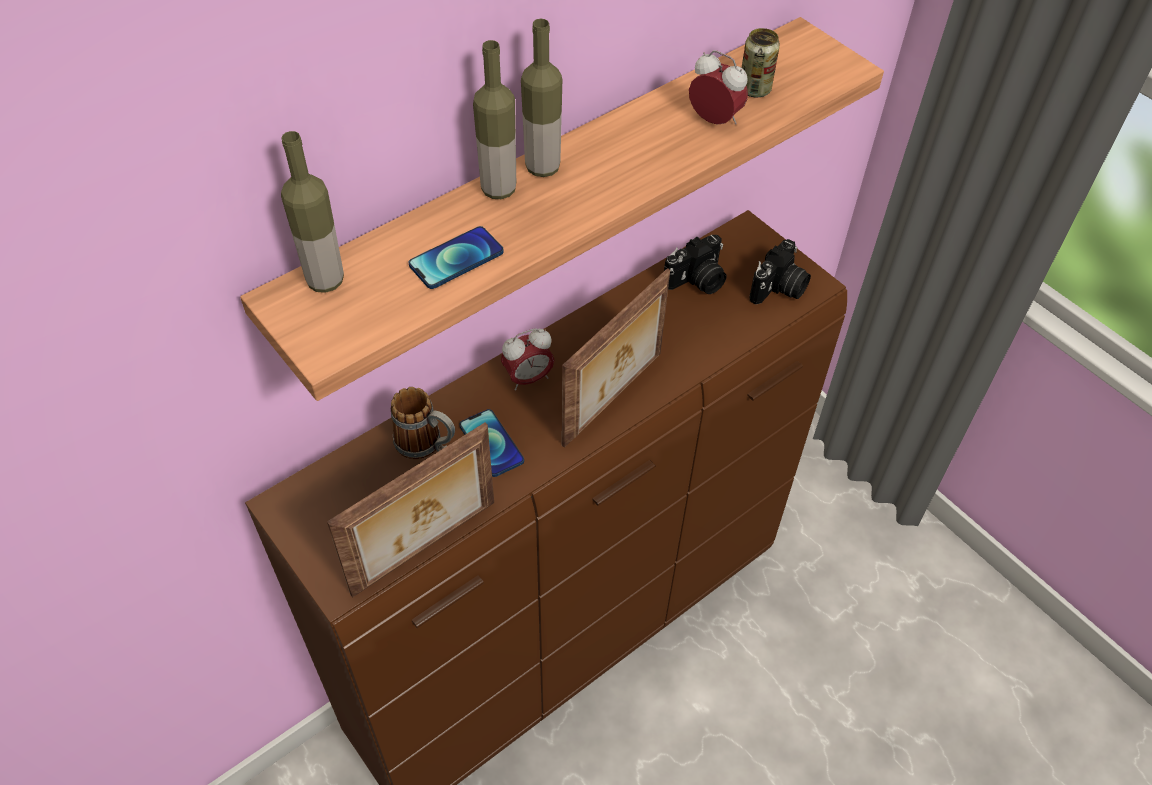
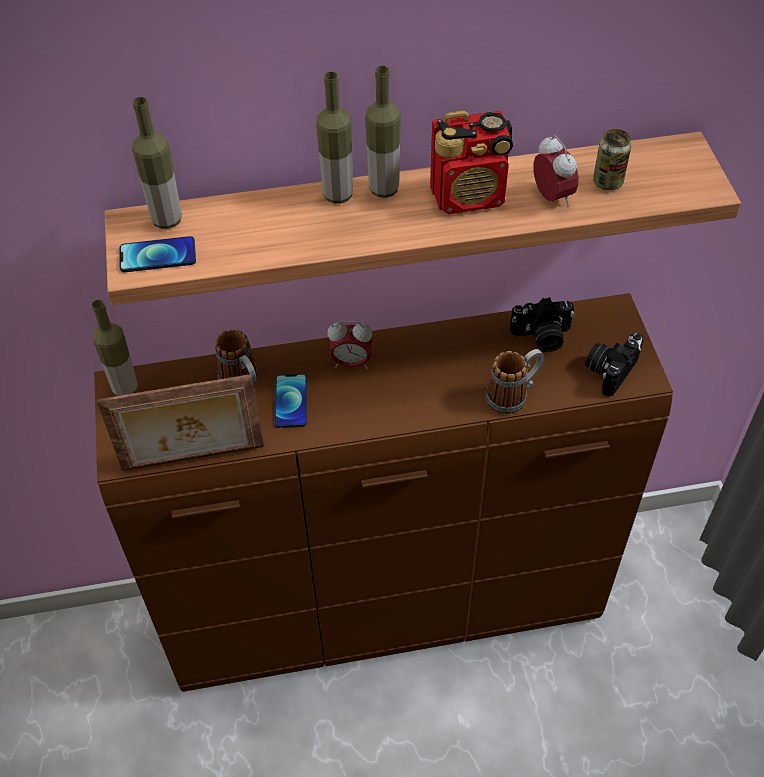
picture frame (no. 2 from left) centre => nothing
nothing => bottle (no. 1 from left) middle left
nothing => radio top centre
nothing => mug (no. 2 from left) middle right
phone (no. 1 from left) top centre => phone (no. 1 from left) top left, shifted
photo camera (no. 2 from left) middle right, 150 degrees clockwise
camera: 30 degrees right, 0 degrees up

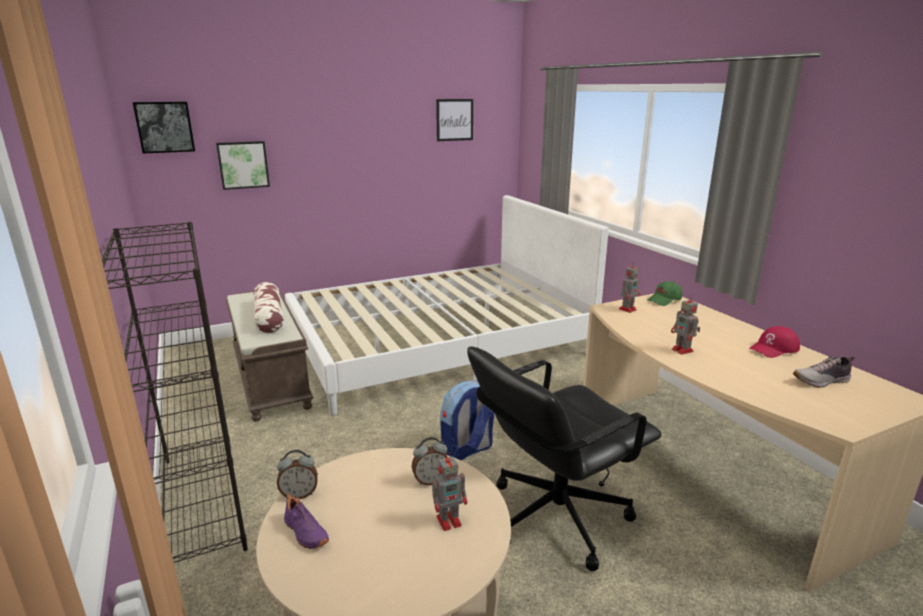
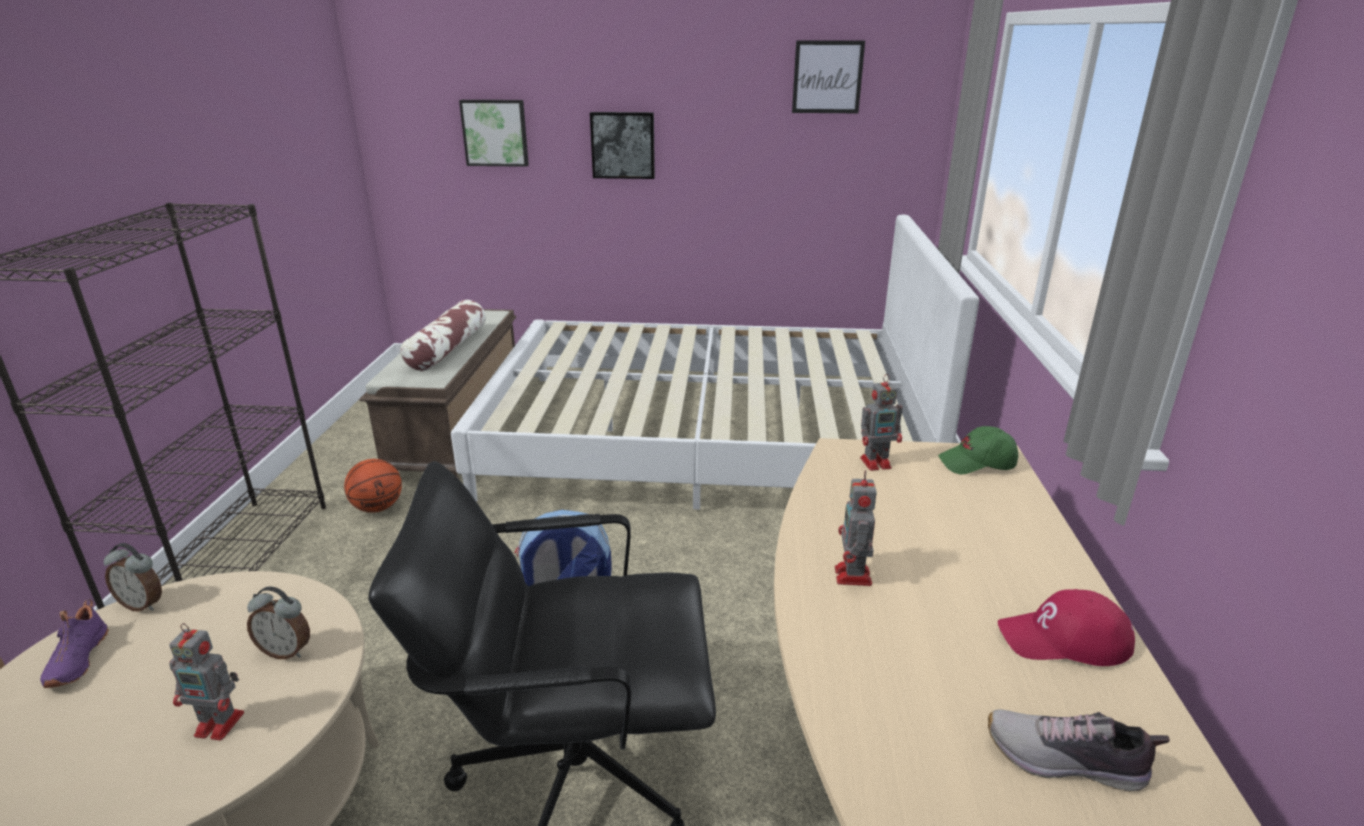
nothing => basketball middle left
picture (no. 1 from left in the first image) top left => picture (no. 2 from left) top centre, shifted
camera: 30 degrees right, 5 degrees up

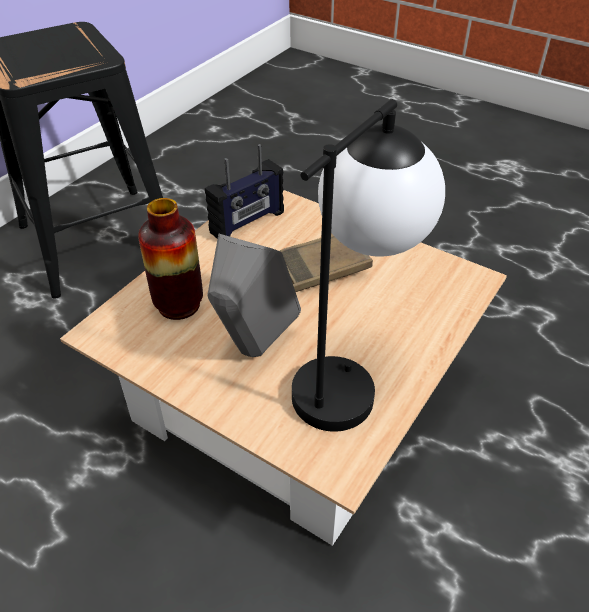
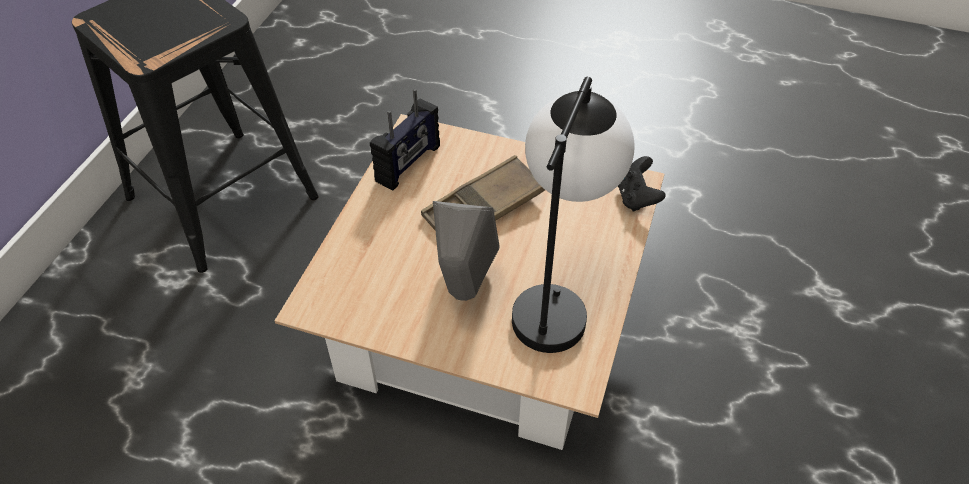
vase middle left => nothing
nothing => black game controller centre
camera: 15 degrees left, 5 degrees up

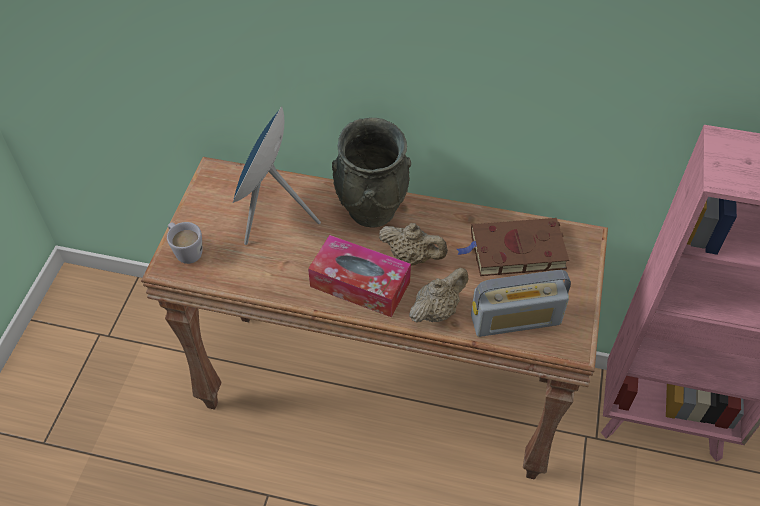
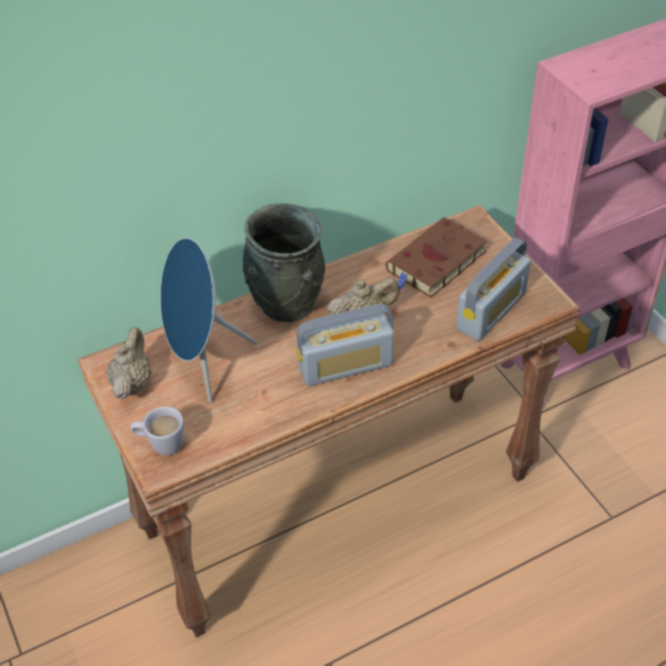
beige teapot (no. 2 from left in the first image) centre => beige teapot (no. 1 from left) middle left, shifted
tissue box centre => radio (no. 1 from left) centre
camera: 40 degrees left, 5 degrees down

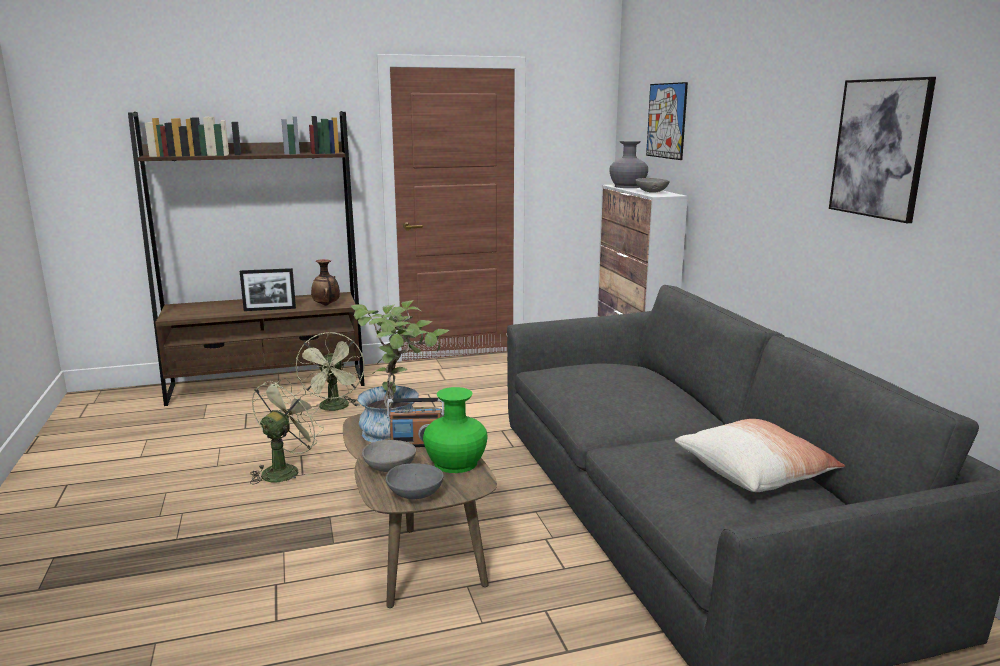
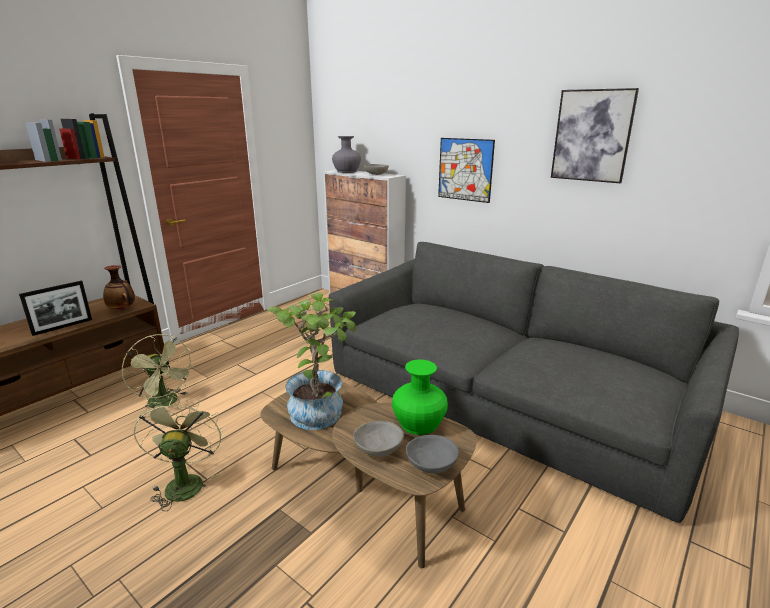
radio centre => nothing
pillow bottom right => nothing
picture (no. 1 from left) top right => picture (no. 1 from left) top centre, shifted
camera: 35 degrees left, 5 degrees up

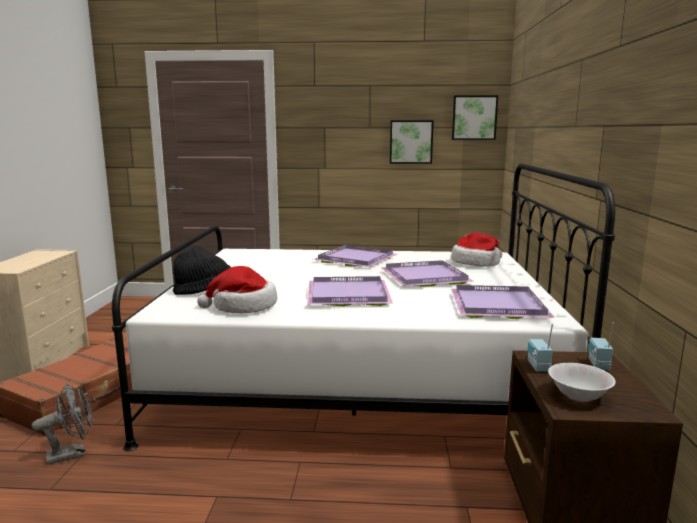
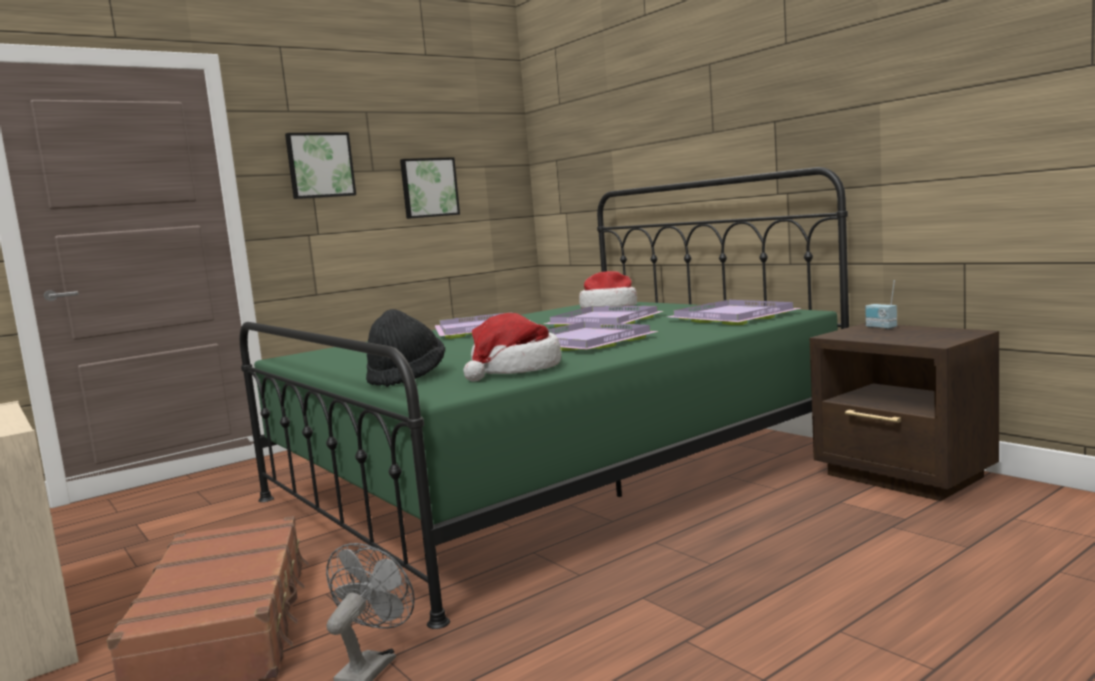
radio (no. 1 from left) middle right => nothing
white bowl bottom right => nothing
picture (no. 2 from left in the first image) top right => picture (no. 1 from left) top left, shifted
white bed centre => green bed centre
camera: 40 degrees left, 5 degrees down

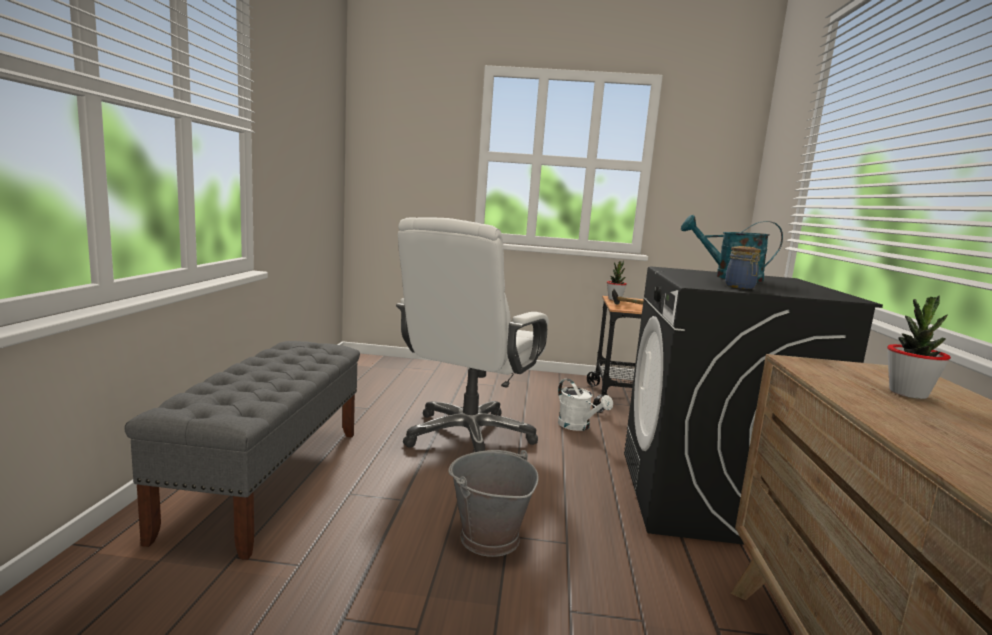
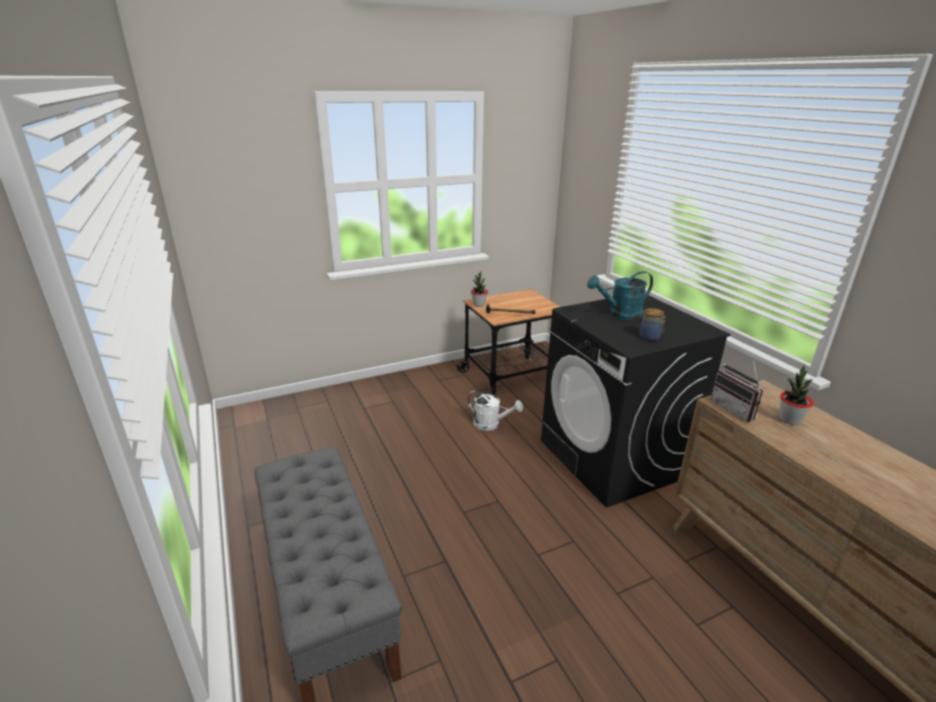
white office chair centre => nothing
grey bucket bottom centre => nothing
nothing => radio middle right
camera: 30 degrees left, 15 degrees up

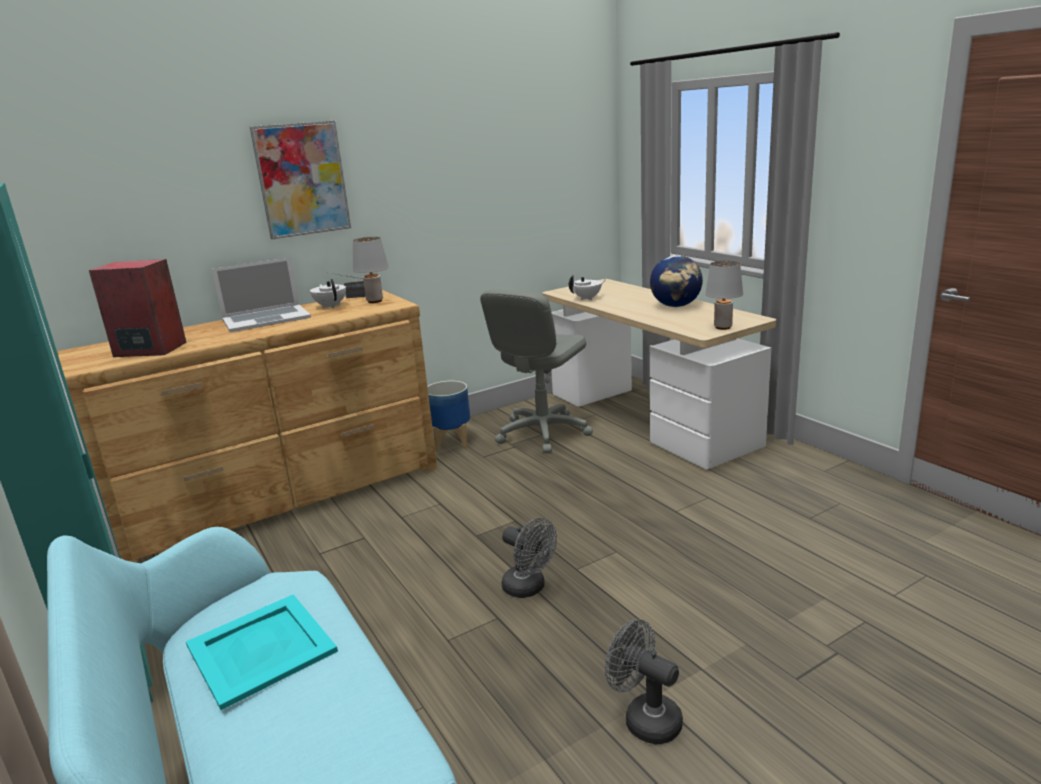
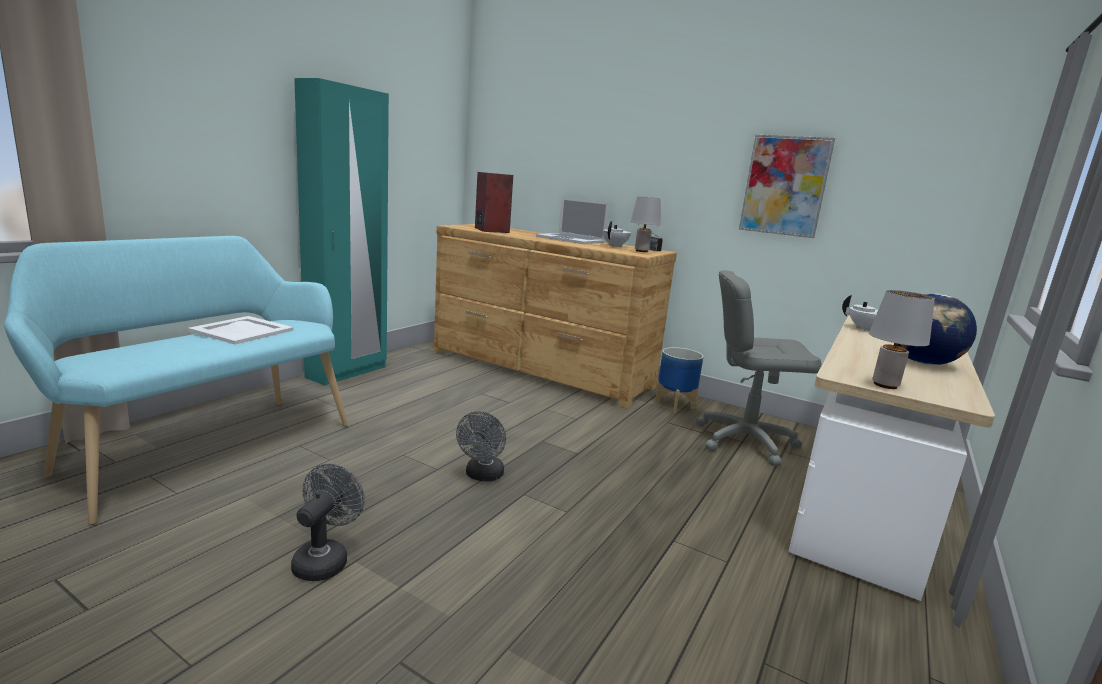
picture top left => picture top right, shifted
turquoise tray bottom left => white tray middle left
camera: 60 degrees right, 5 degrees down

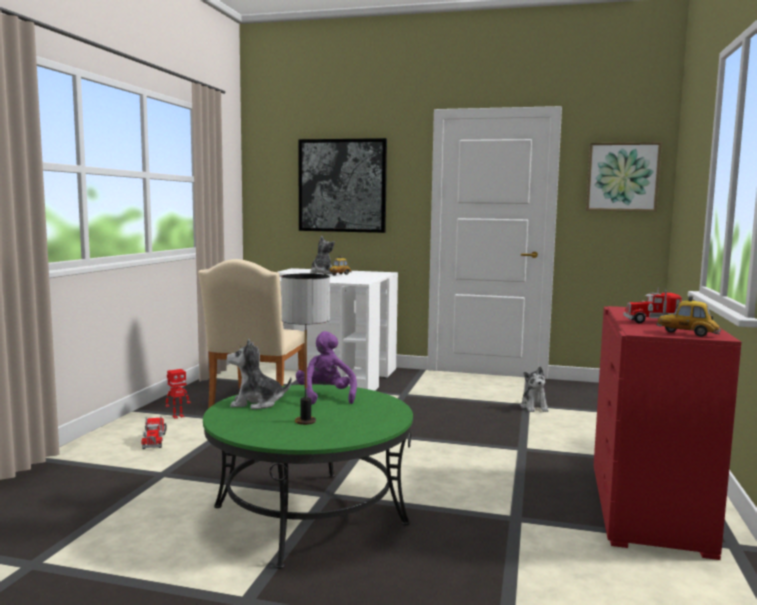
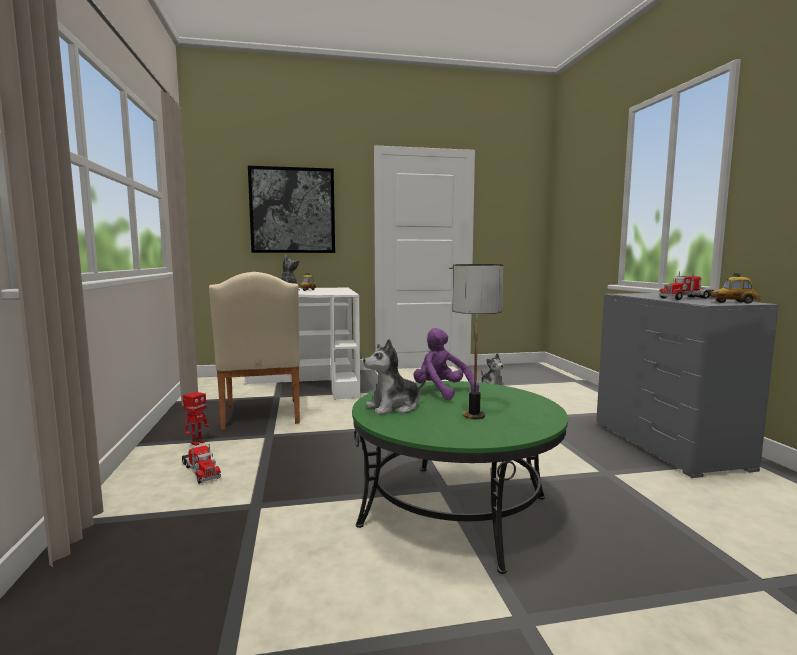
picture (no. 2 from left) top right => nothing
red dresser bottom right => grey dresser middle right
camera: 25 degrees left, 0 degrees up

